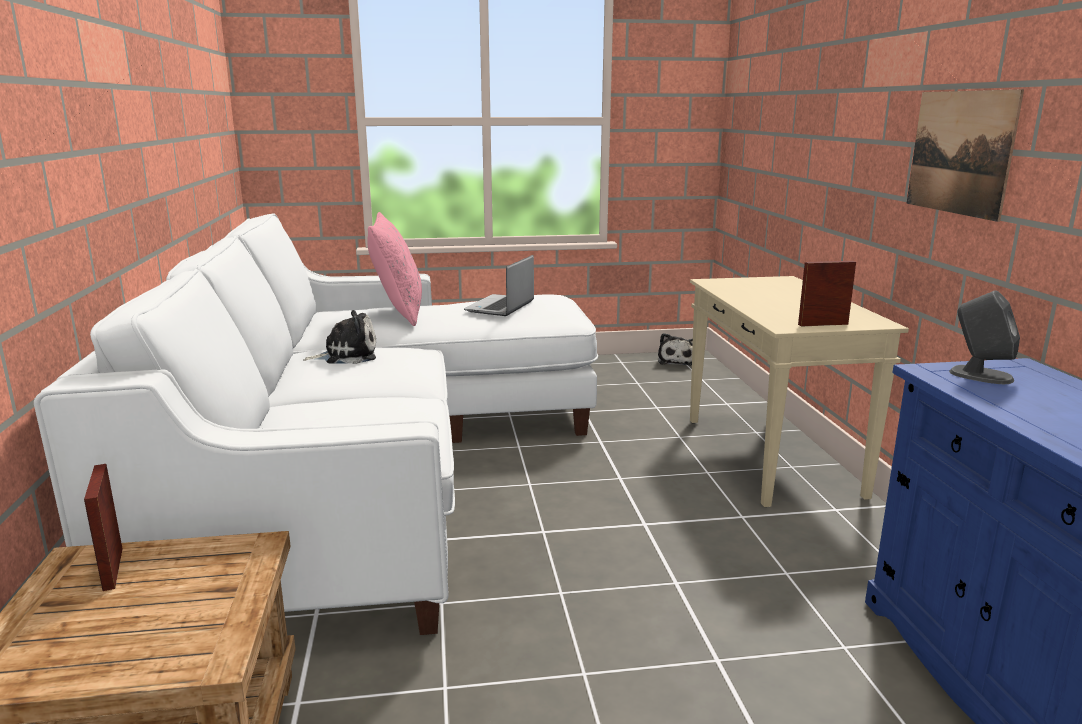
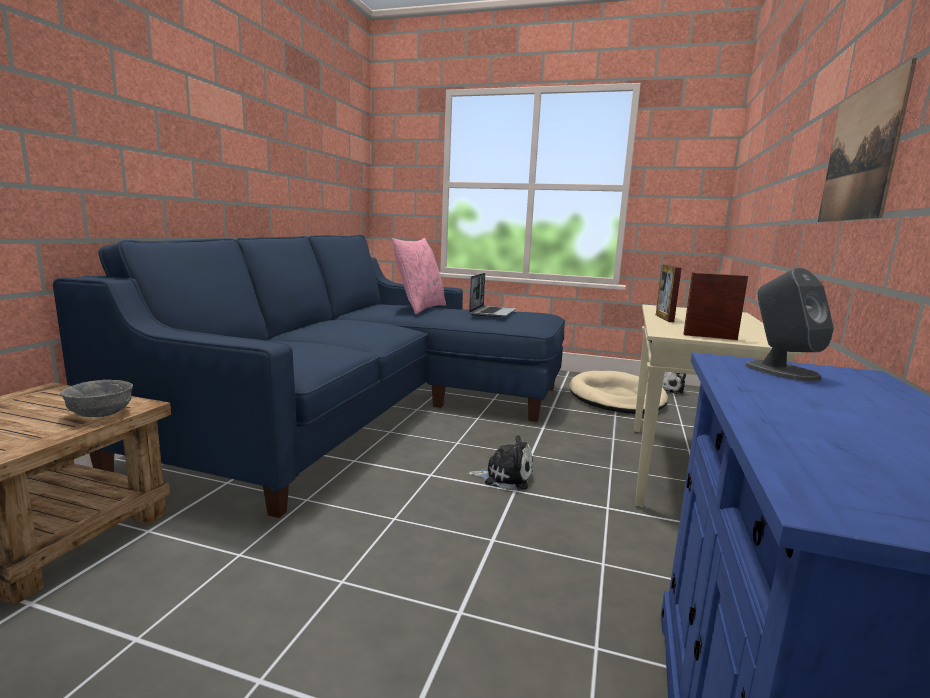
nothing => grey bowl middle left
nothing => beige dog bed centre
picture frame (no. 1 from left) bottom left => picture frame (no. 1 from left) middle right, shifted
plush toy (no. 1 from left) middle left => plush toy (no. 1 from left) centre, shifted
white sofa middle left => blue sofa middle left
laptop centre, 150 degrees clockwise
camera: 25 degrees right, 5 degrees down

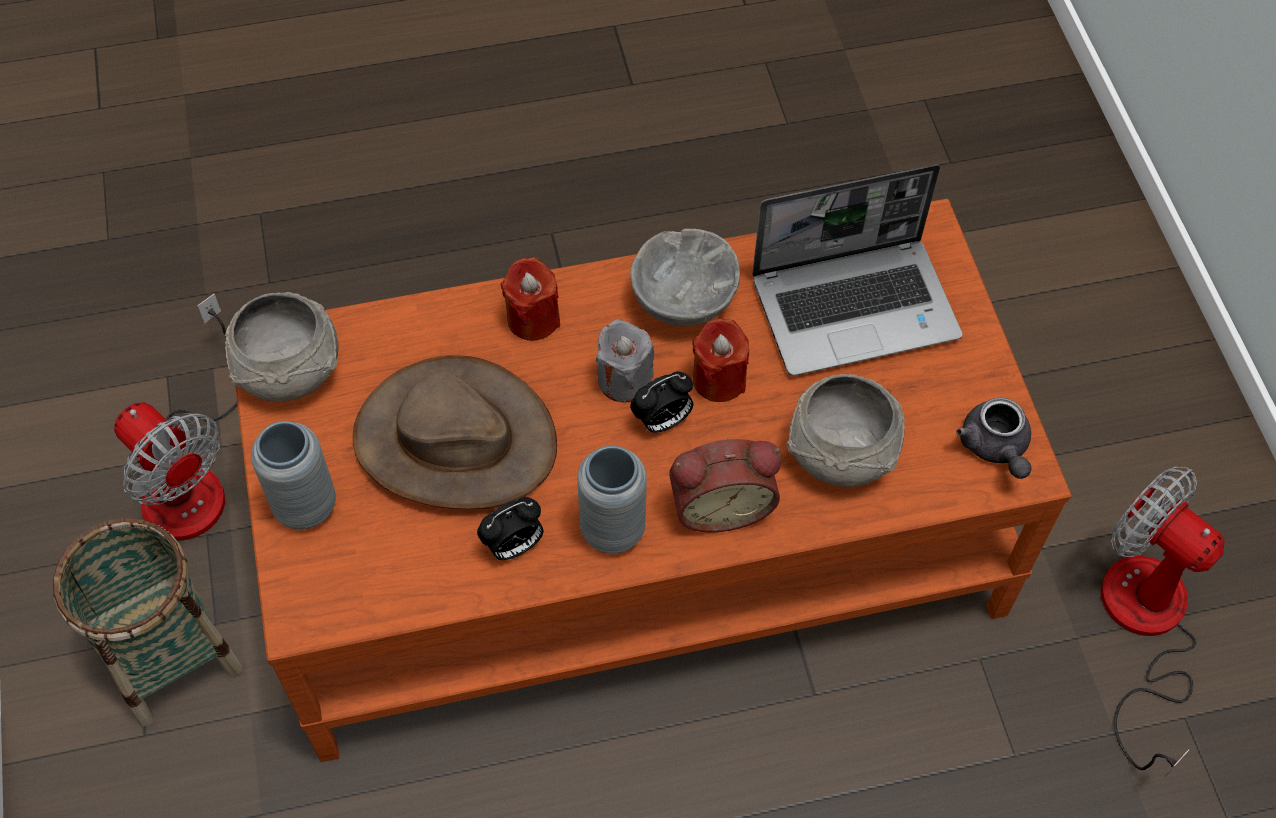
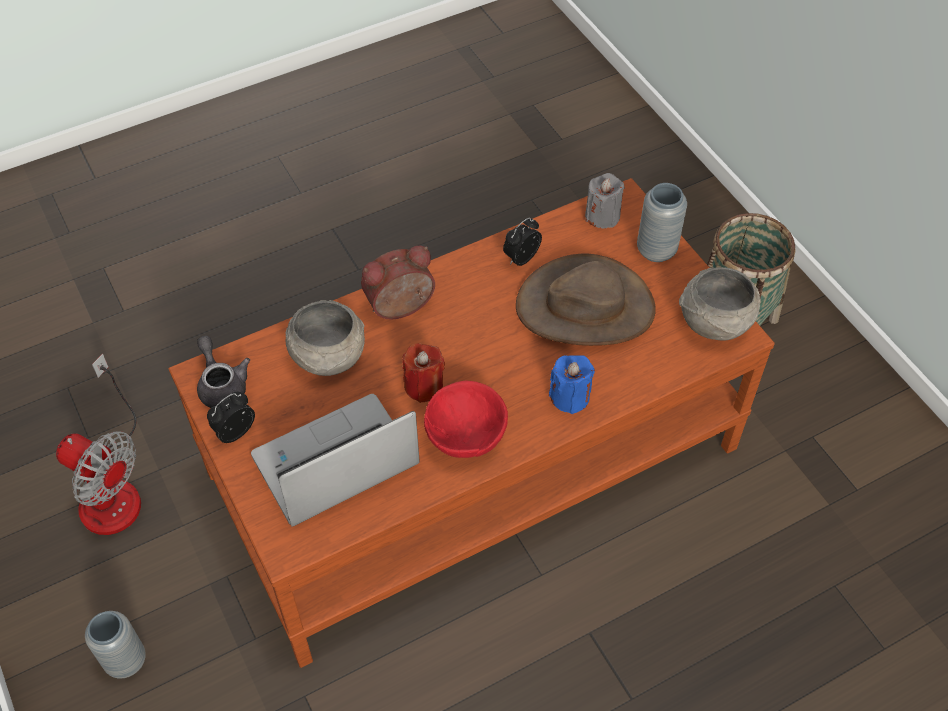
fan (no. 1 from left) middle left => nothing
grey vase (no. 2 from left in the first image) centre => grey vase (no. 1 from left) bottom left, shifted
grey candle centre => grey candle top centre, shifted
alarm clock (no. 2 from left in the first image) centre => alarm clock (no. 1 from left) middle left, shifted
red candle (no. 1 from left) centre => blue candle centre
grey bowl (no. 2 from left) centre => red bowl centre
camera: 165 degrees right, 5 degrees down

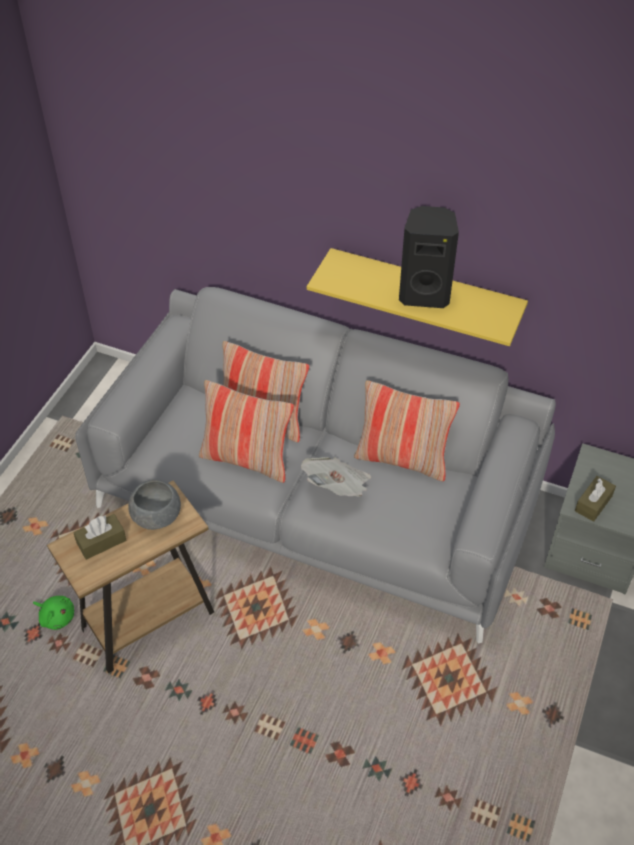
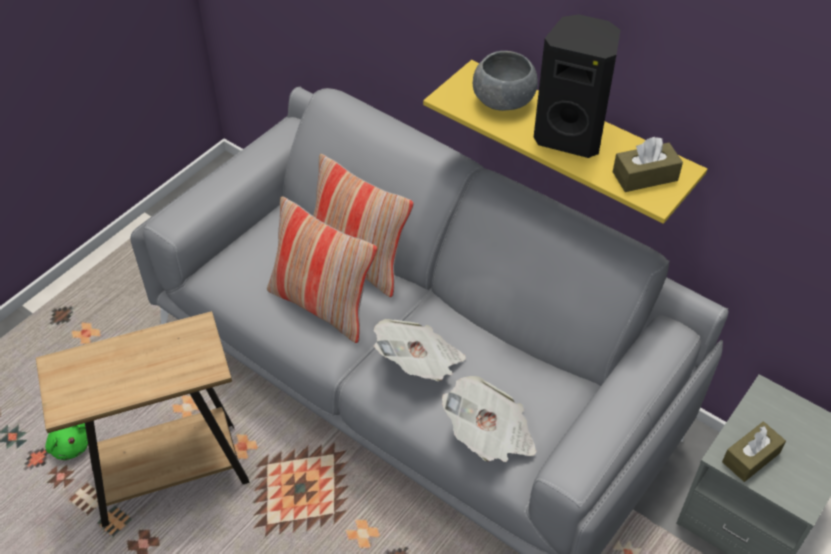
pillow (no. 3 from left) centre => nothing
nothing => newspaper (no. 2 from left) bottom centre
brown tissue box (no. 1 from left) middle left => brown tissue box (no. 1 from left) top right, shifted
grey bowl middle left => grey bowl top centre, shifted
camera: 15 degrees right, 0 degrees up

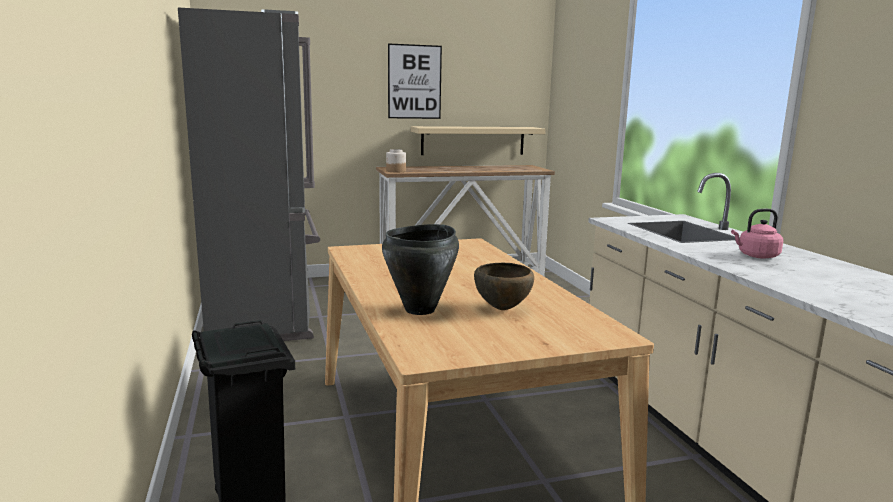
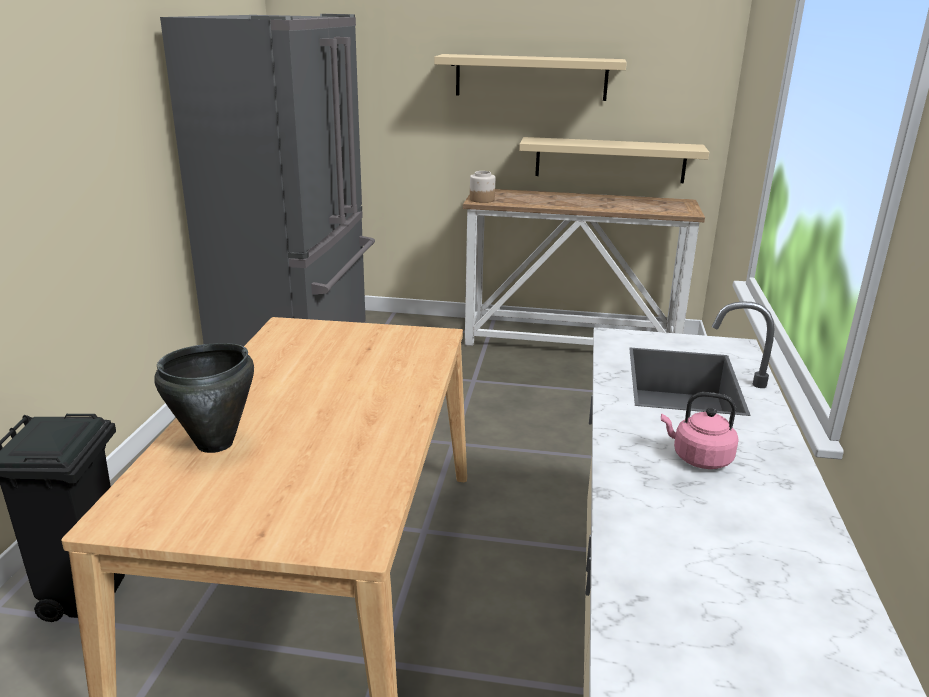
brown bowl centre => nothing
picture top centre => beige shelf (no. 1 from left) top centre
camera: 25 degrees right, 10 degrees up

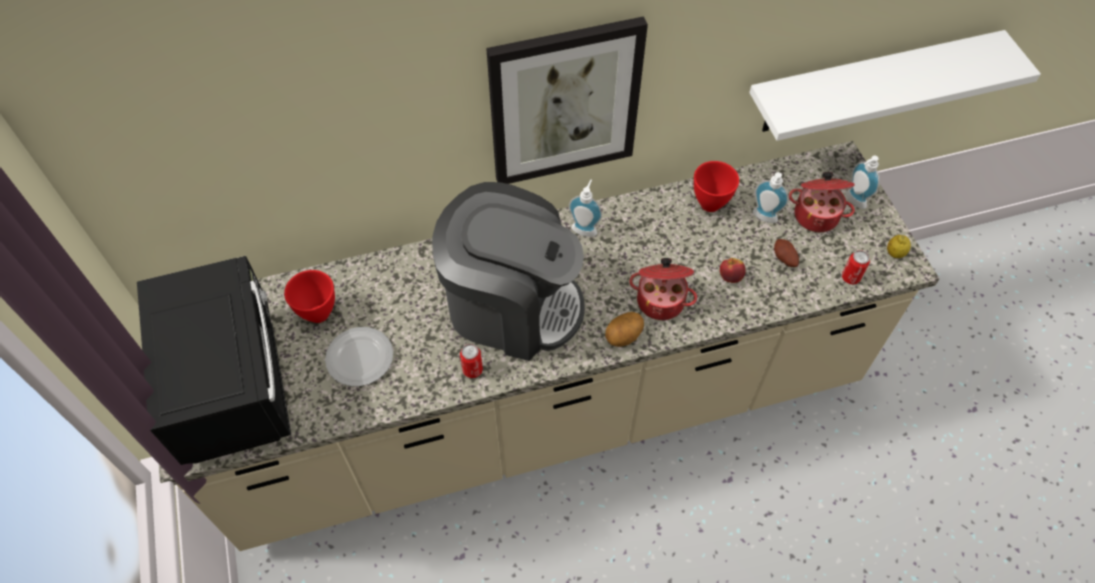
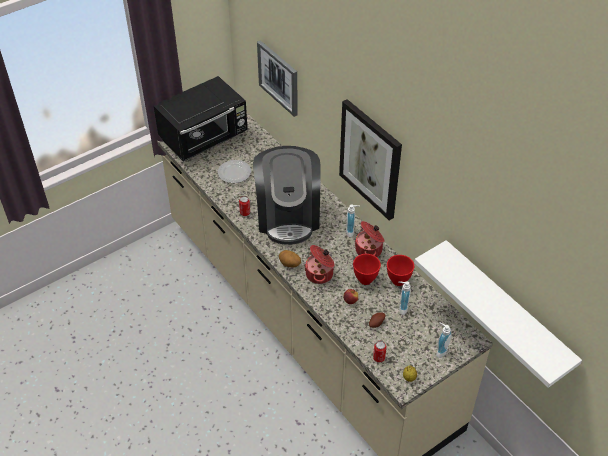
nothing => picture (no. 1 from left) top centre
red bowl (no. 1 from left) middle left => red bowl (no. 1 from left) centre, shifted
cooking pot (no. 2 from left) middle right => cooking pot (no. 2 from left) centre, shifted
camera: 70 degrees right, 10 degrees down

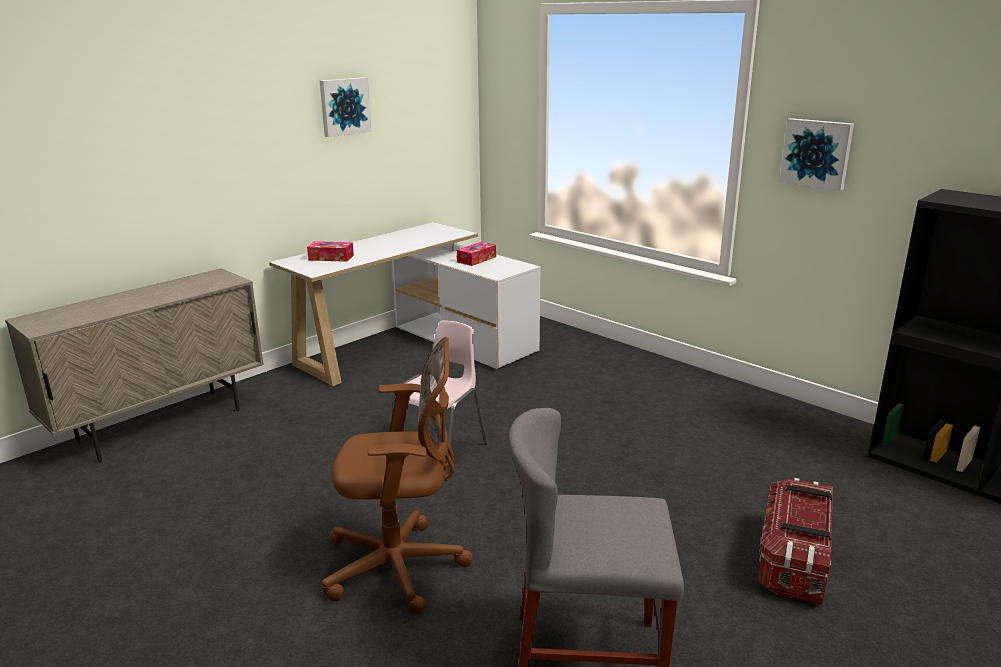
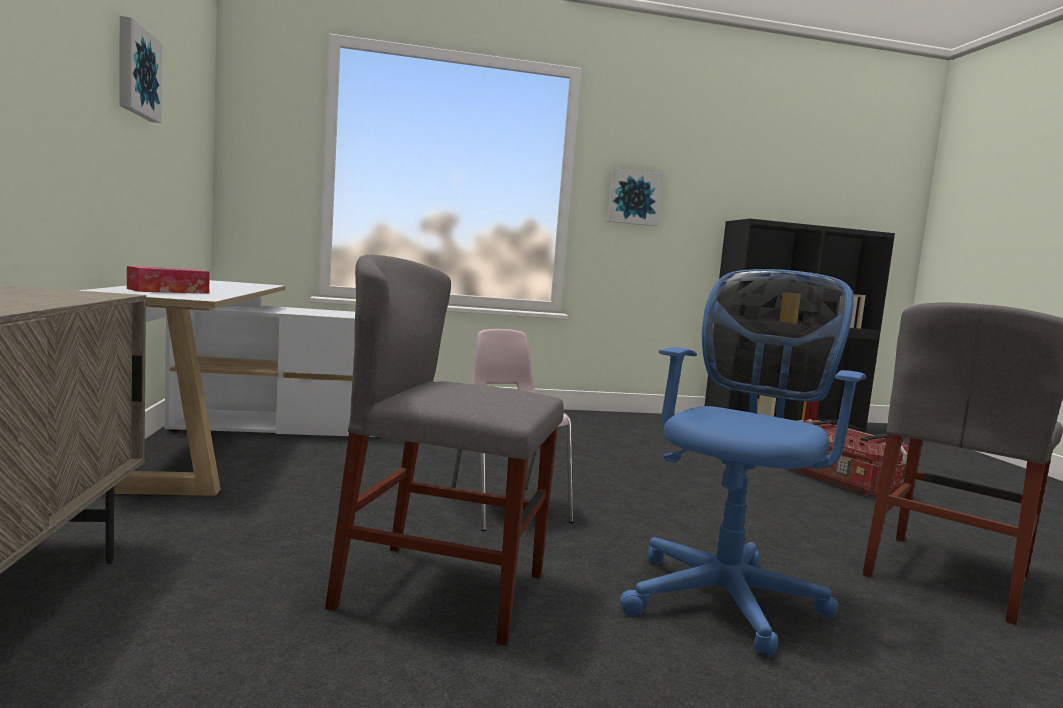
tissue box (no. 2 from left) centre => nothing
nothing => grey chair (no. 1 from left) centre
brown office chair bottom centre => blue office chair middle right
camera: 55 degrees left, 15 degrees down

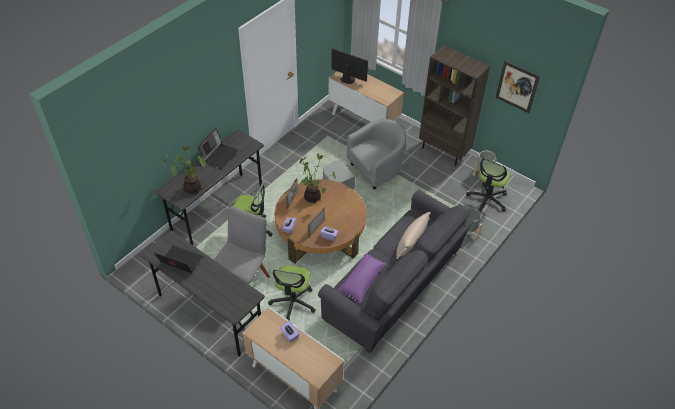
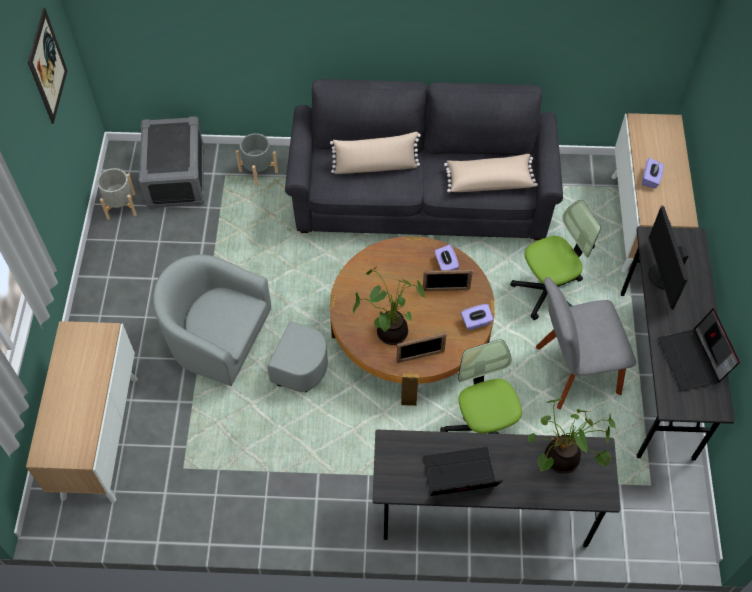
brown bookcase top right => nothing
monitor top centre => monitor middle right, shifted
office chair (no. 3 from left) middle right => grey storage box top left
purple pillow bottom centre => beige pillow (no. 2 from left) top centre
camera: 125 degrees left, 10 degrees up

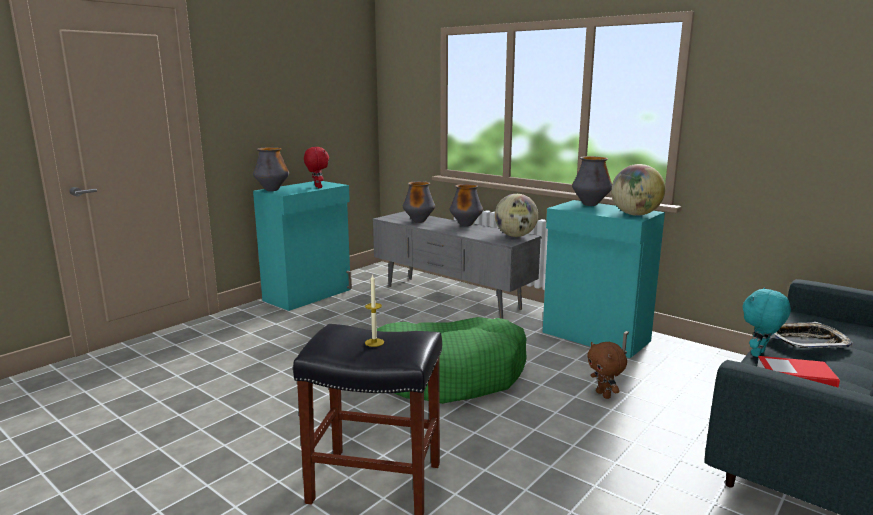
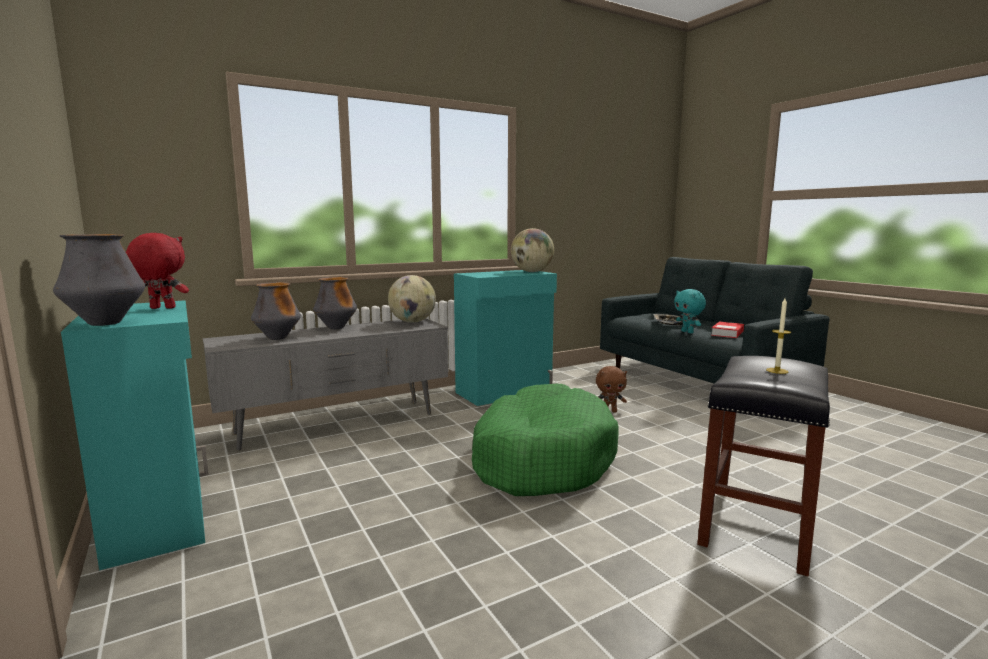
vase (no. 4 from left) middle right => nothing
camera: 70 degrees left, 5 degrees down

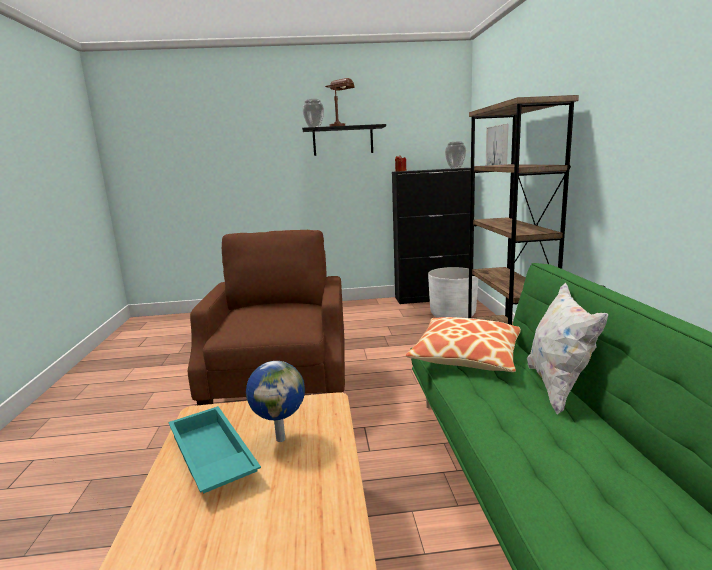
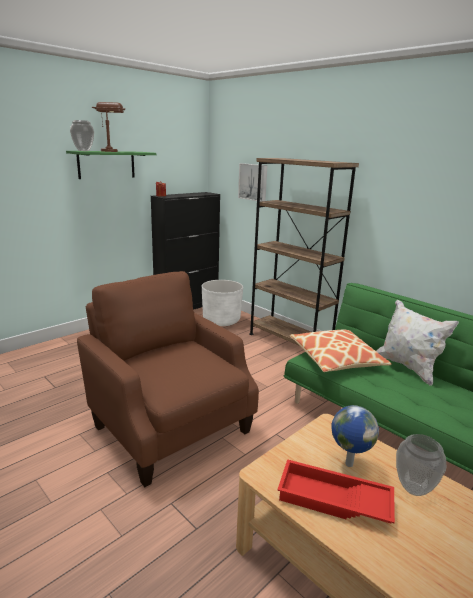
vase (no. 2 from left) top centre => vase (no. 2 from left) bottom right, shifted
turquoise tray bottom left => red tray bottom right
black shelf top centre => green shelf top left
camera: 40 degrees left, 5 degrees up

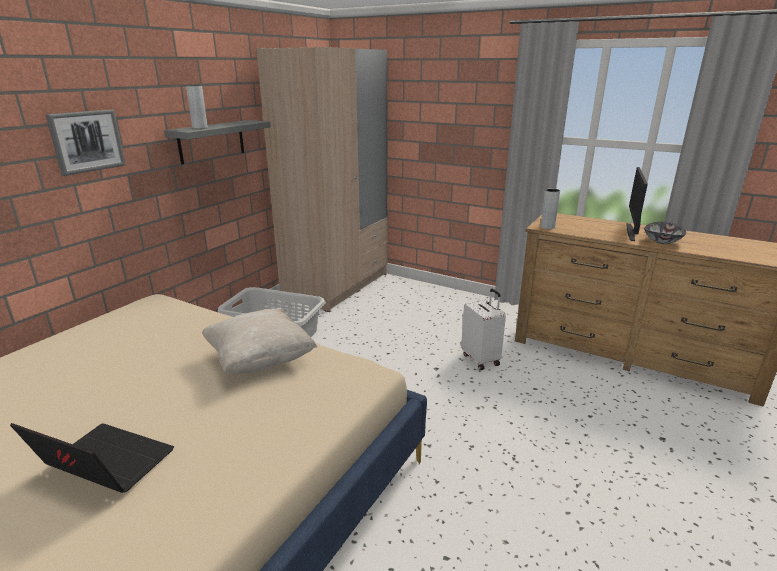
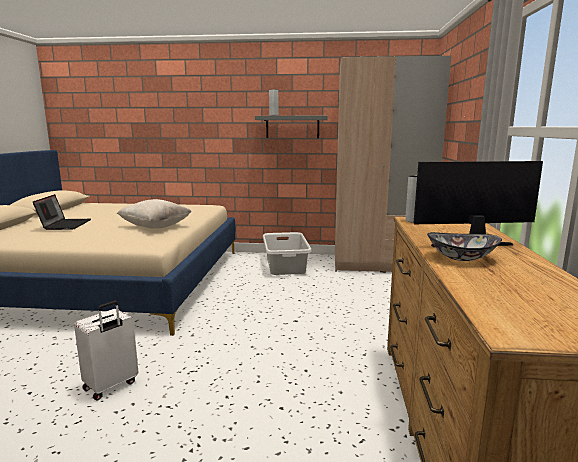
picture top left => nothing
white suitcase centre => white suitcase bottom left, shifted
camera: 65 degrees right, 10 degrees down

